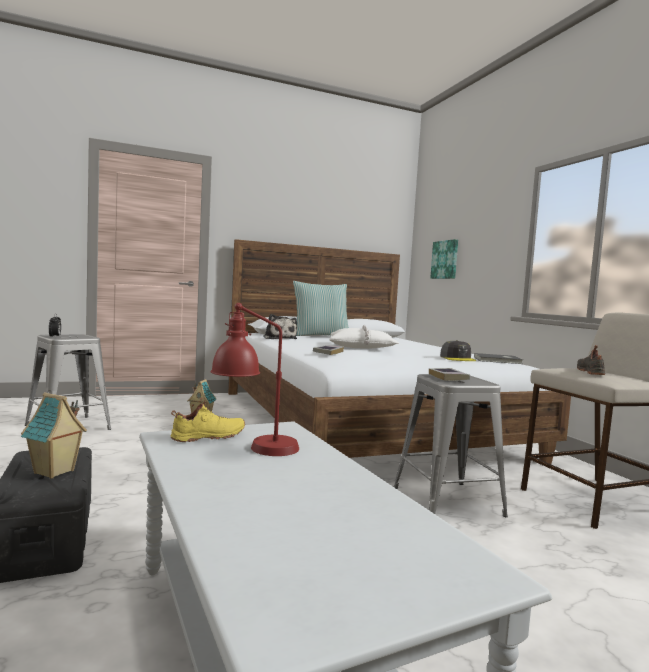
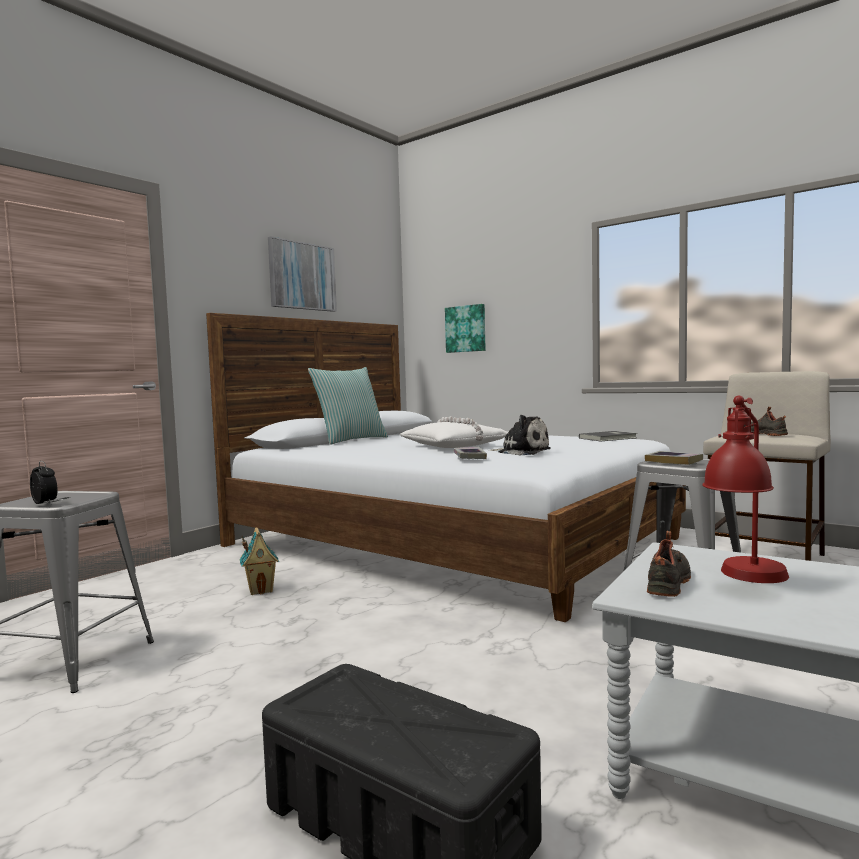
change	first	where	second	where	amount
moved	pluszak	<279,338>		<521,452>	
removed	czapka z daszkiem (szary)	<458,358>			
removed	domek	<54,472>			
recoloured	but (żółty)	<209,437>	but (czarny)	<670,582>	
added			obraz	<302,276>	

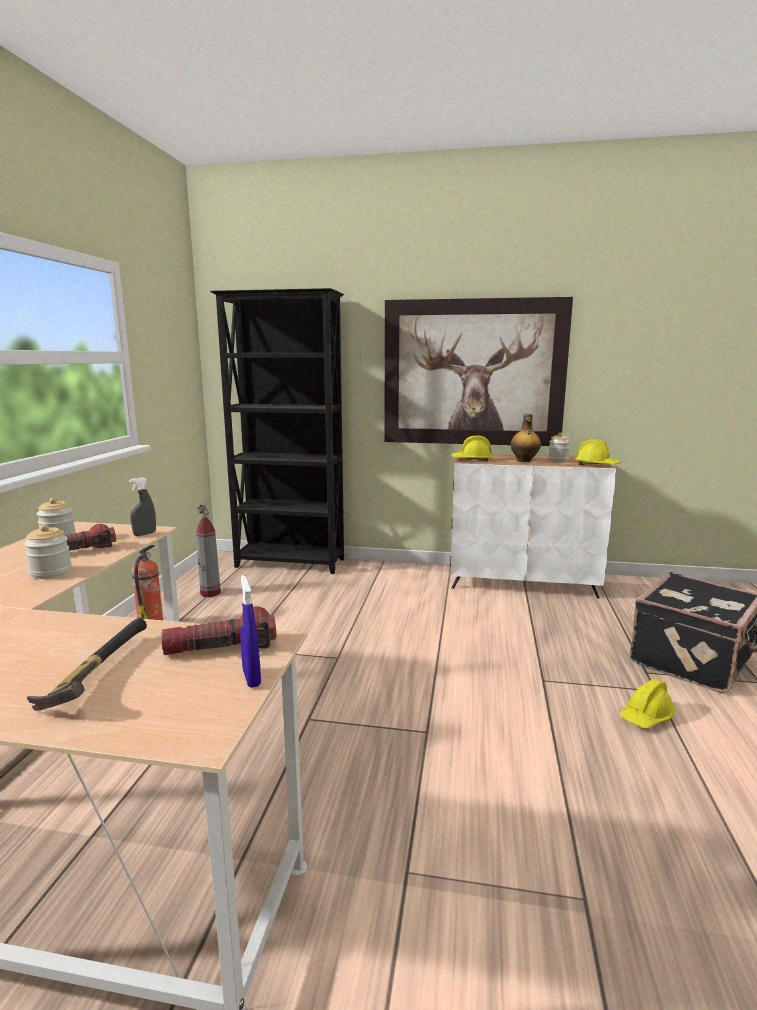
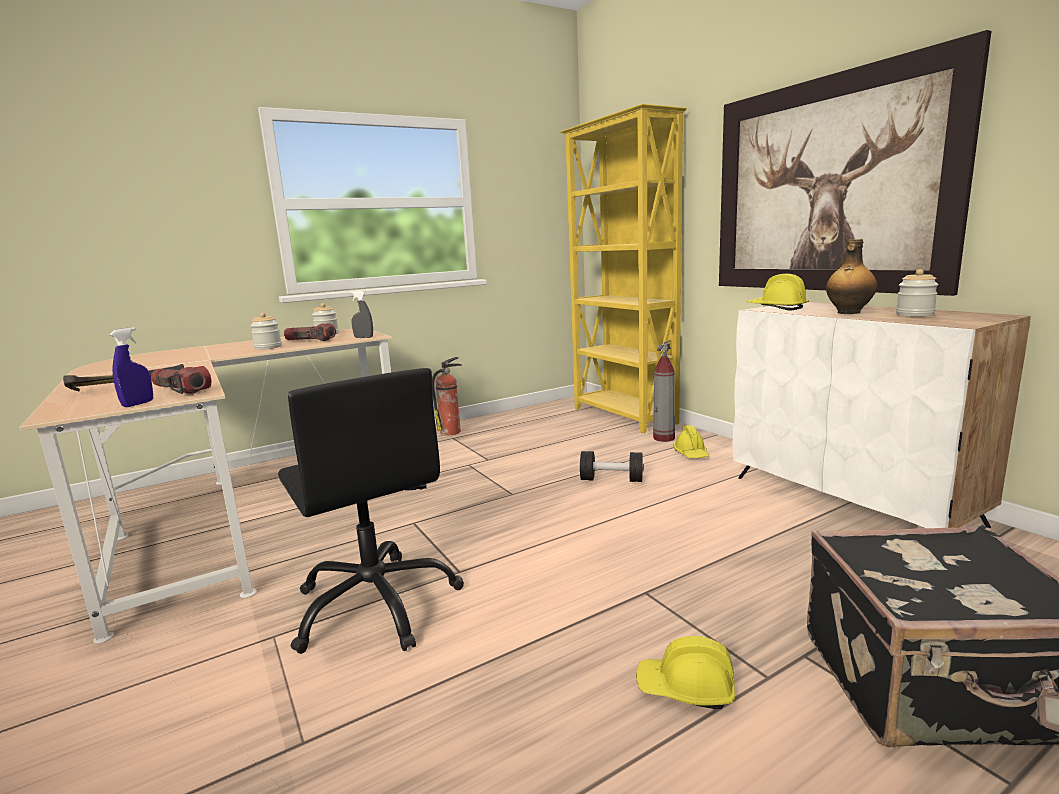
change	first	where	second	where	amount
recoloured	regał (czarny)	<290,564>	regał (żółty)	<623,416>	
moved	kask (żółty)	<596,465>		<691,454>	
moved	gaśnica	<210,593>		<664,438>	
added			krzesło biurowe (czarny)	<377,604>	
added			hantel (czarny)	<611,480>	

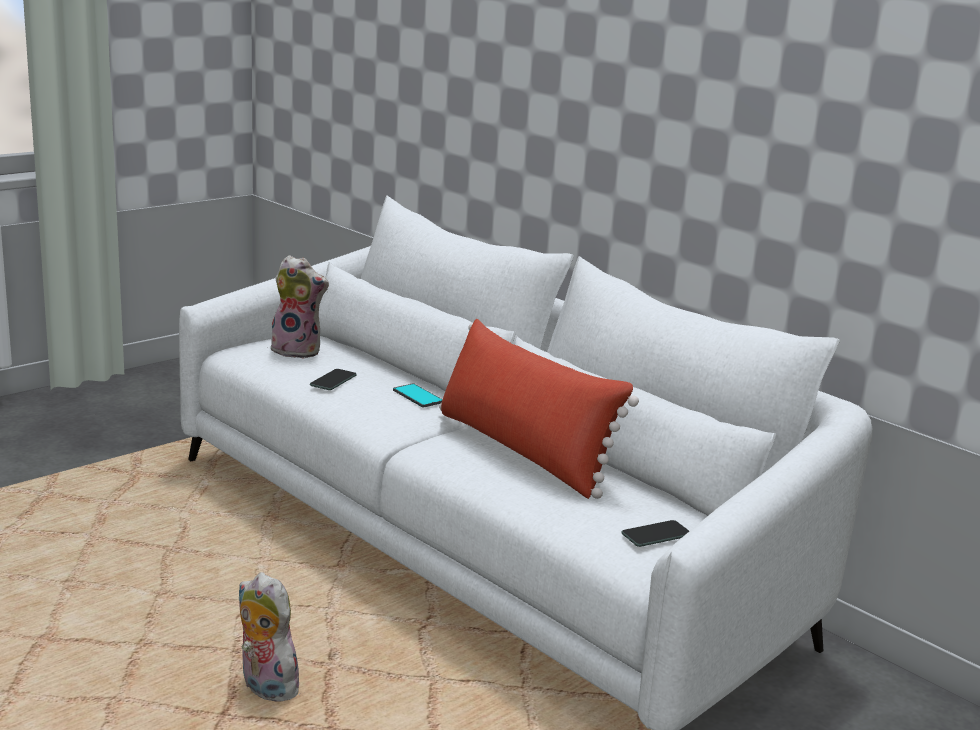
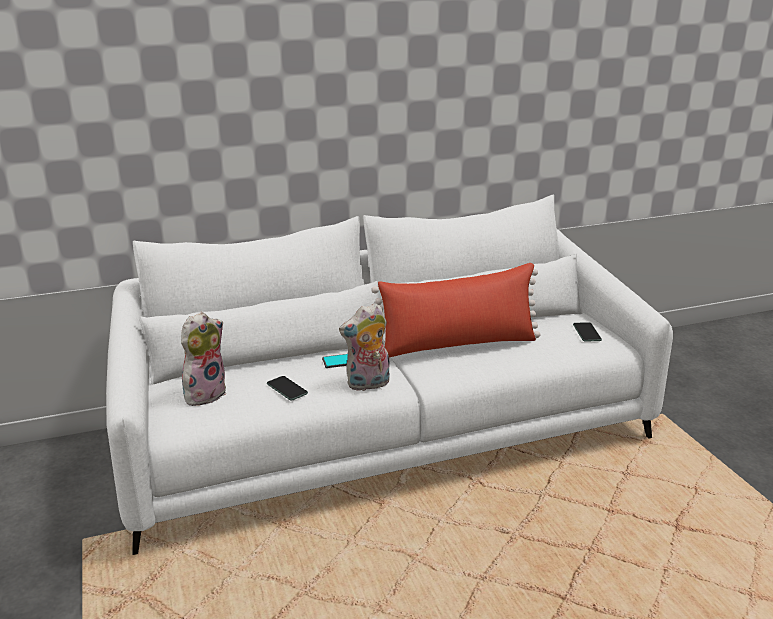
change	first	where	second	where	amount
moved	pluszak	<264,688>		<368,385>	

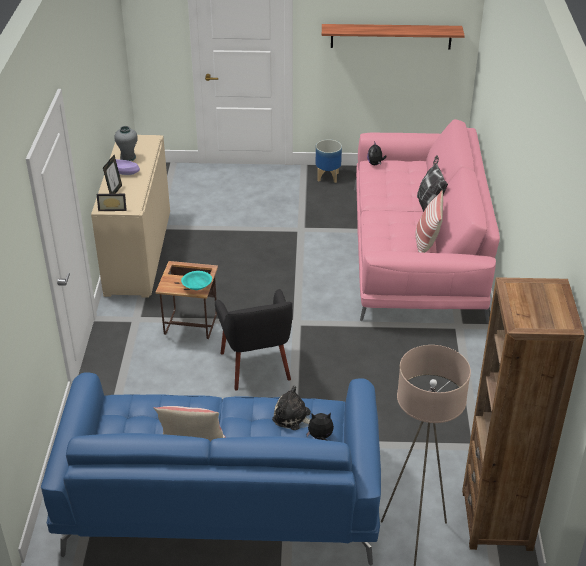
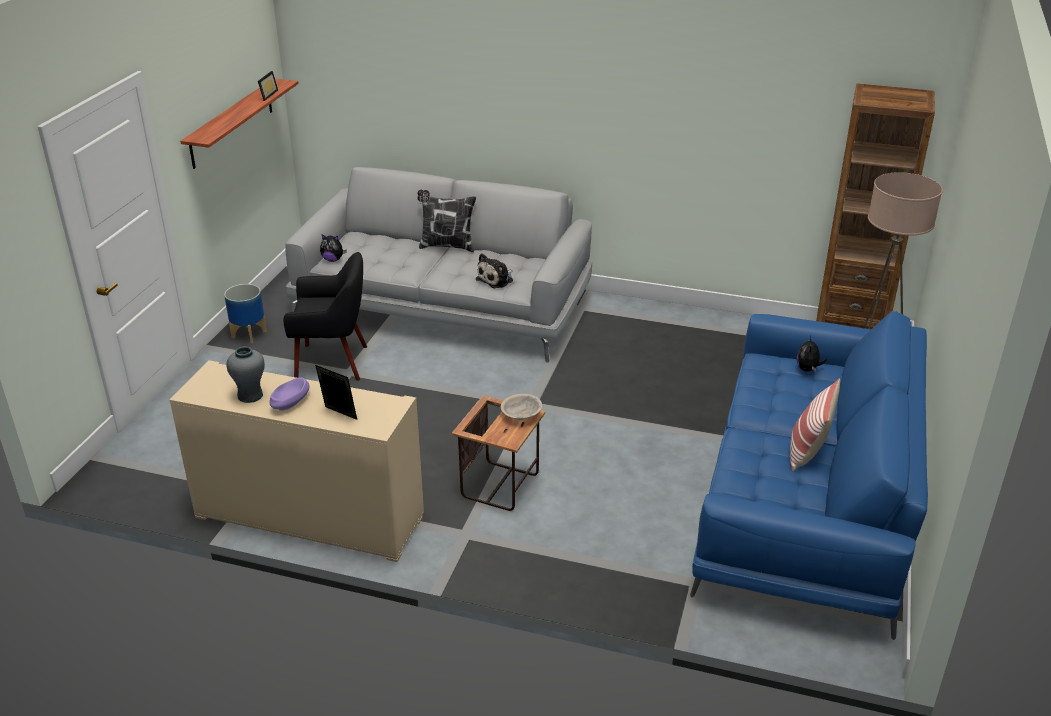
change	first	where	second	where	amount
recoloured	kanapa (różowy)	<416,252>	kanapa (szary)	<444,306>	
removed	poduszka	<427,242>			
moved	ramka na zdjęcie	<112,208>		<266,95>	
recoloured	miska (turkusowy)	<197,286>	miska (beżowy)	<521,415>	
moved	fotel (czarny)	<256,366>		<332,363>	
moved	pluszak	<293,418>		<496,279>	

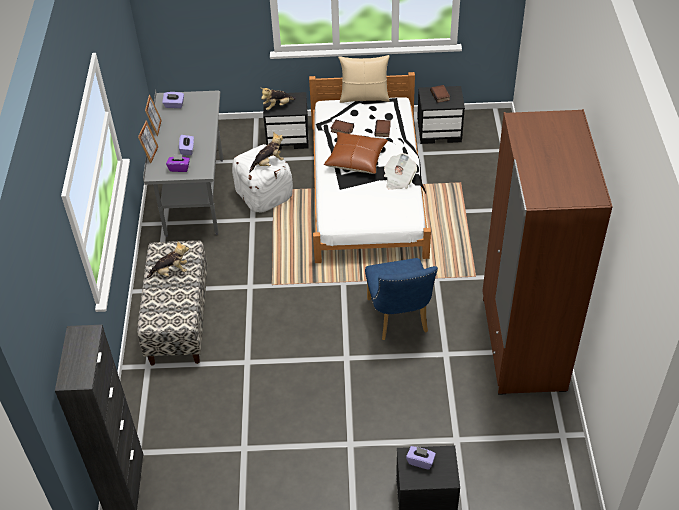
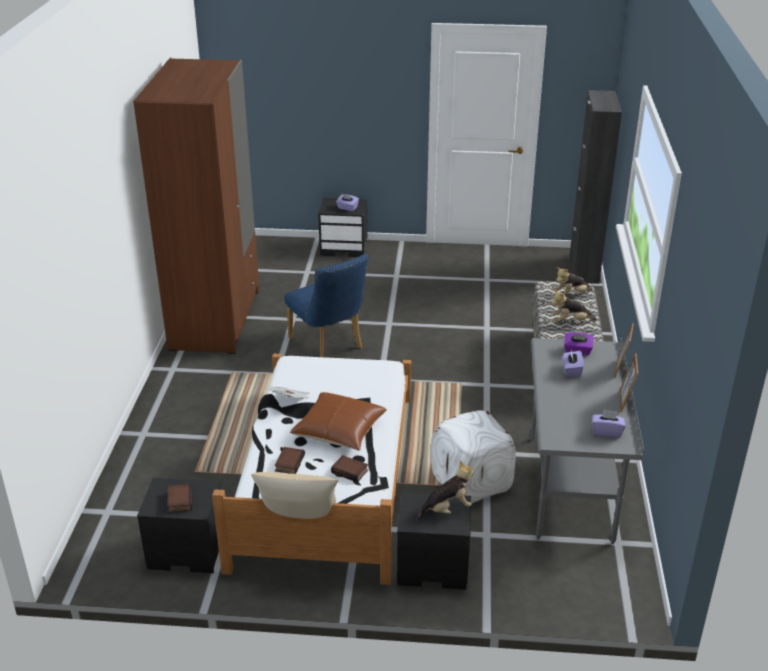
change	first	where	second	where	amount
moved	pluszak	<268,163>		<571,295>	
turned	krzesło (niebieski)	<399,319>		<329,345>	150 degrees clockwise

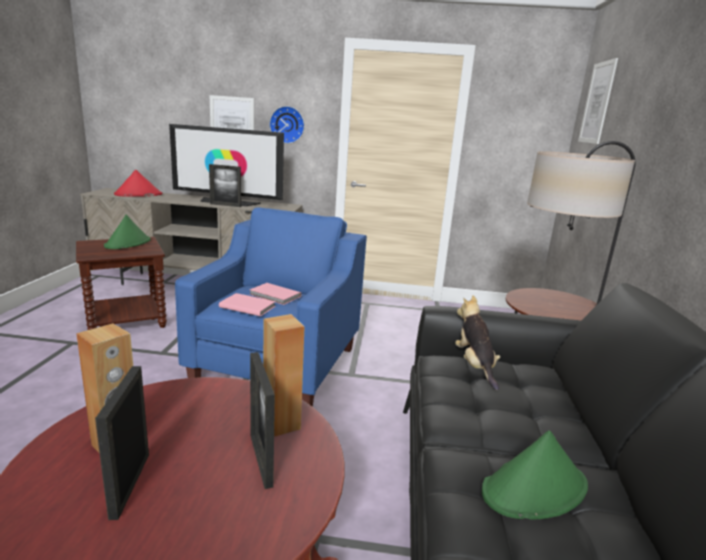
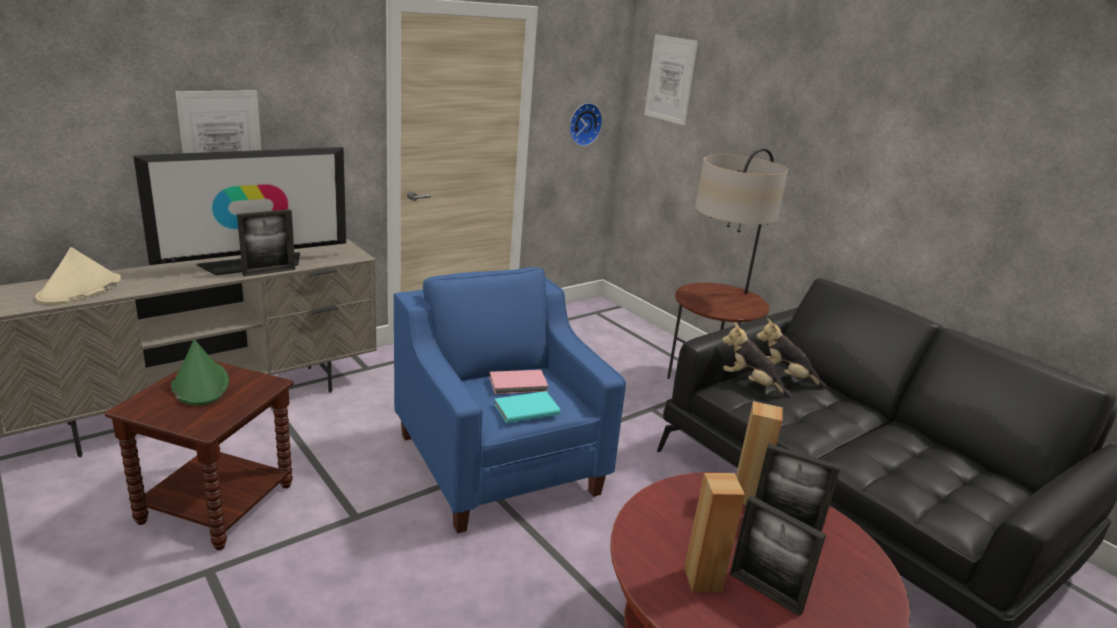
change	first	where	second	where	amount
moved	zegar ścienny	<287,124>		<583,124>	
recoloured	kapelusz (czerwony)	<138,194>	kapelusz (beżowy)	<80,290>	
recoloured	książka (różowy)	<247,306>	książka (turkusowy)	<525,409>	
removed	kapelusz (zielony)	<534,489>			
added			pluszak	<785,377>	

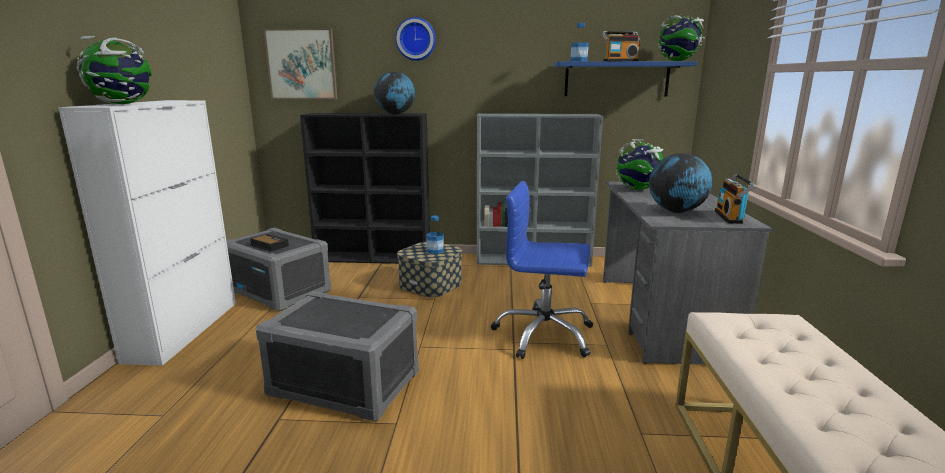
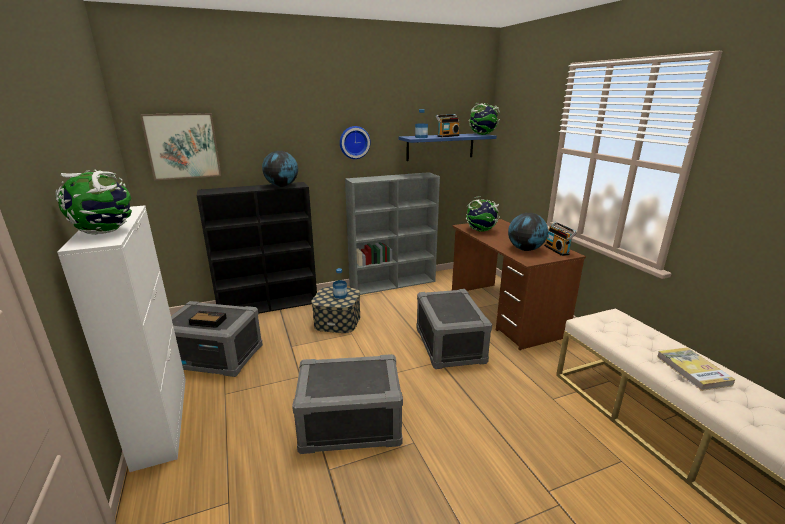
change	first	where	second	where	amount
moved	zegar ścienny	<416,39>		<354,142>	
replaced	krzesło biurowe (niebieski)	<544,335>	pojemnik do przechowywania (szary)	<449,345>	
recoloured	biurko (szary)	<661,317>	biurko (brązowy)	<504,313>	
added			książka	<692,370>	

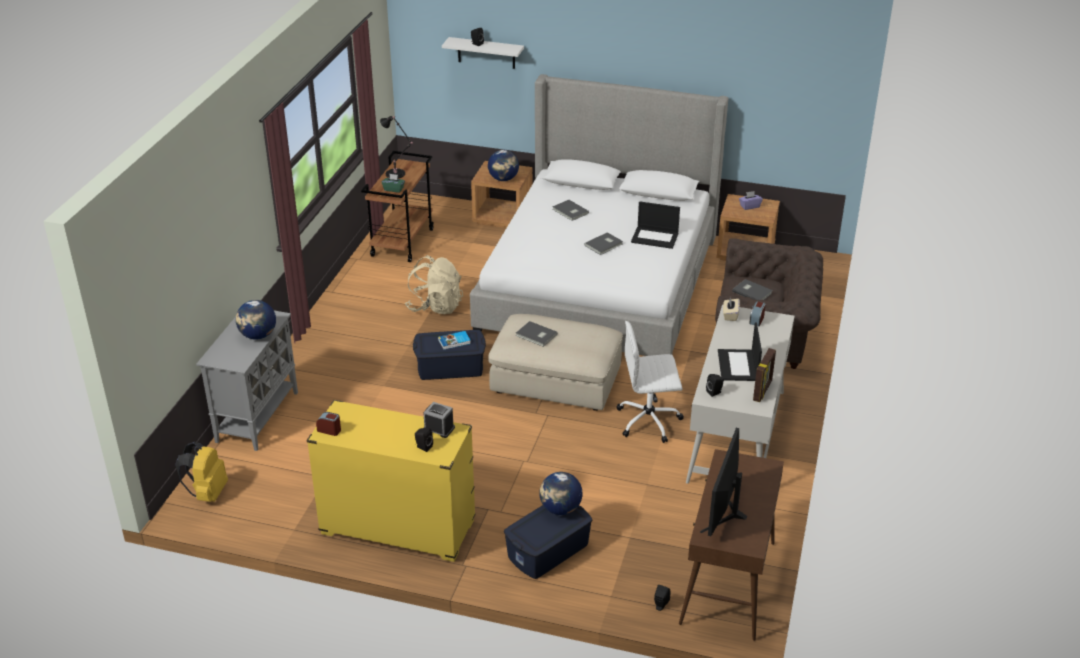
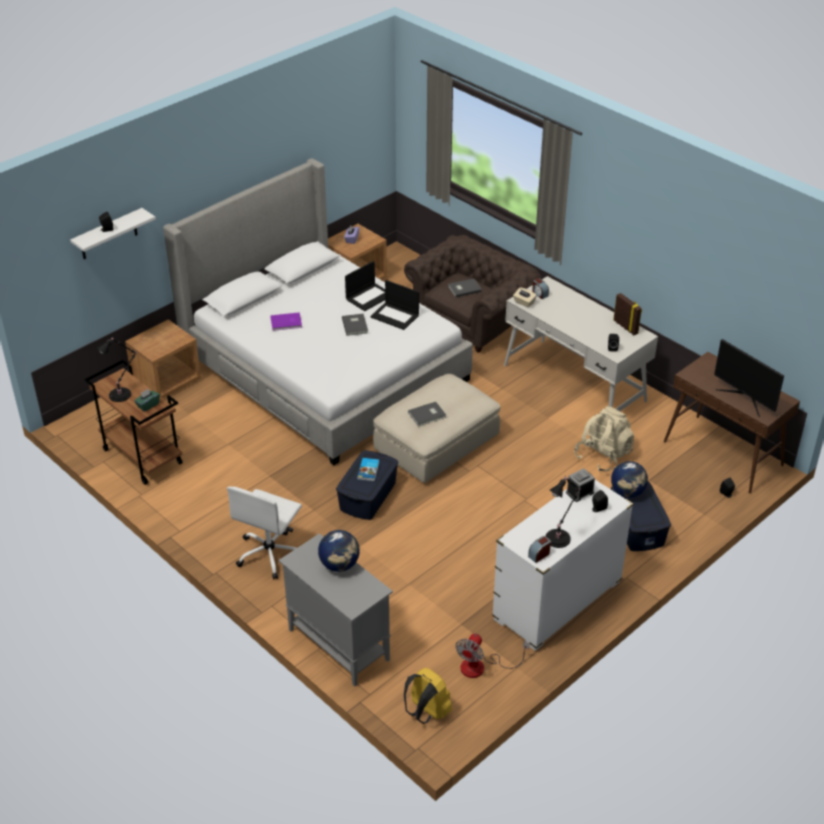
change	first	where	second	where	amount
removed	globus	<503,179>			
recoloured	książka (szary)	<570,212>	książka (fioletowy)	<286,323>	
moved	plecak (beżowy)	<435,306>		<603,456>	
moved	krzesło biurowe (biały)	<649,421>		<270,554>	
moved	laptop	<738,366>		<395,316>	
recoloured	komoda (żółty)	<397,528>	komoda (biały)	<557,601>	
added			lampa stołowa (czarny)	<559,537>	
added			wentylator	<481,667>	

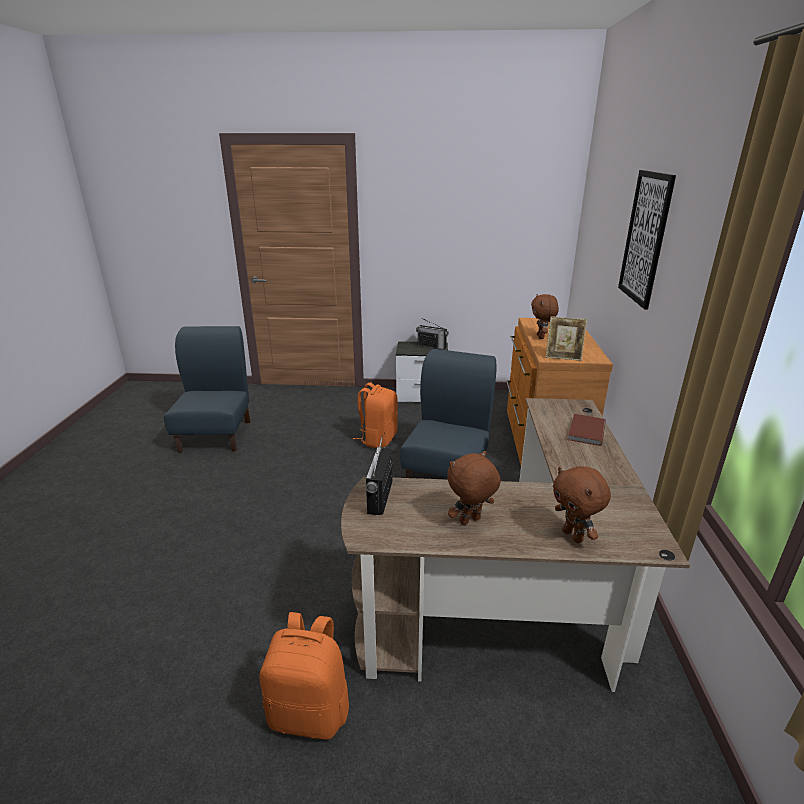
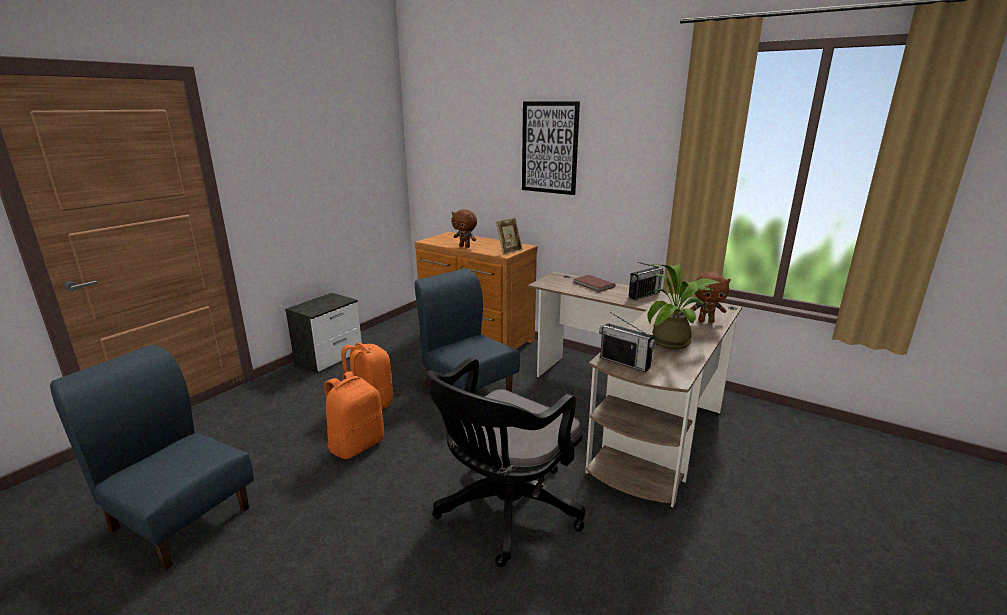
change	first	where	second	where	amount
moved	radio	<432,346>		<644,295>	
replaced	pluszak (brązowy)	<470,521>	roślina doniczkowa	<675,342>	
moved	plecak (pomarańczowy)	<310,712>		<356,445>	
added			krzesło biurowe (czarny)	<504,512>	

